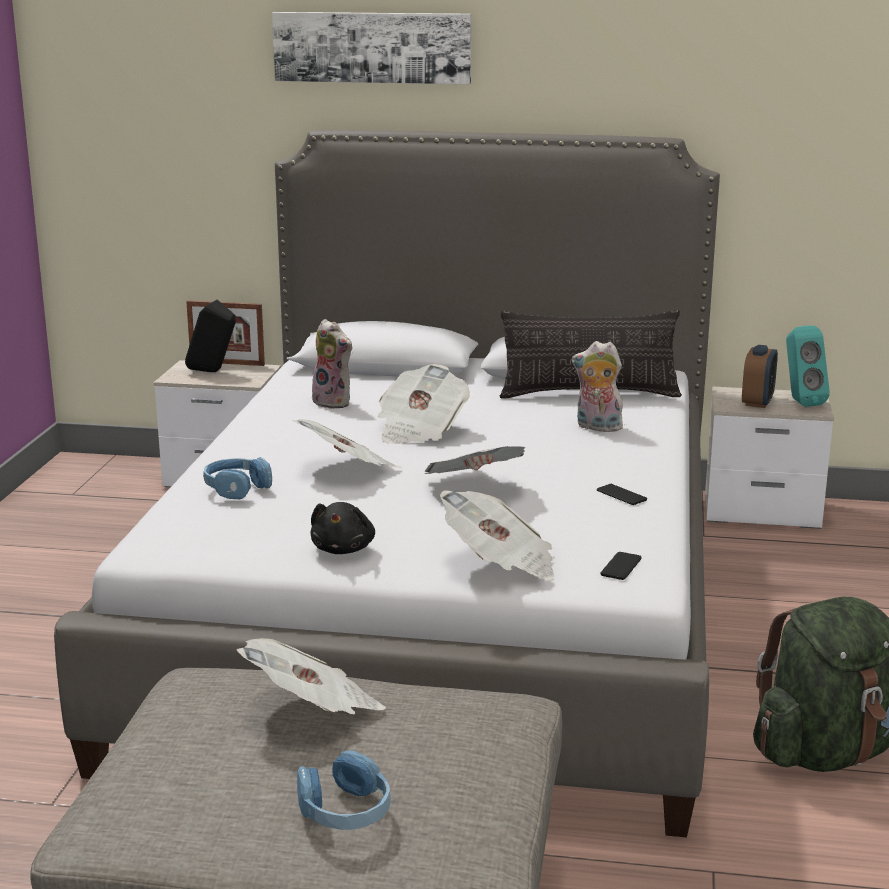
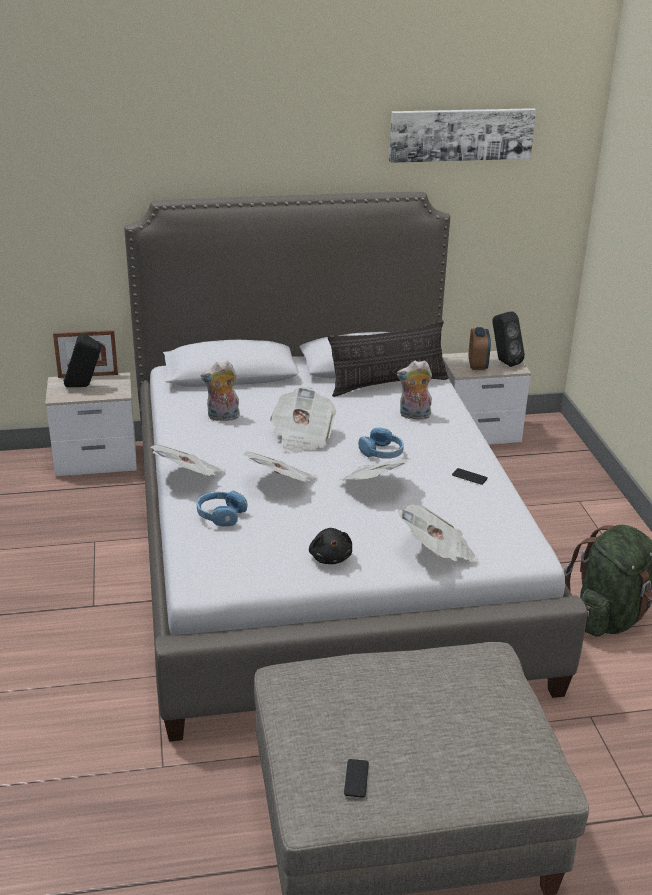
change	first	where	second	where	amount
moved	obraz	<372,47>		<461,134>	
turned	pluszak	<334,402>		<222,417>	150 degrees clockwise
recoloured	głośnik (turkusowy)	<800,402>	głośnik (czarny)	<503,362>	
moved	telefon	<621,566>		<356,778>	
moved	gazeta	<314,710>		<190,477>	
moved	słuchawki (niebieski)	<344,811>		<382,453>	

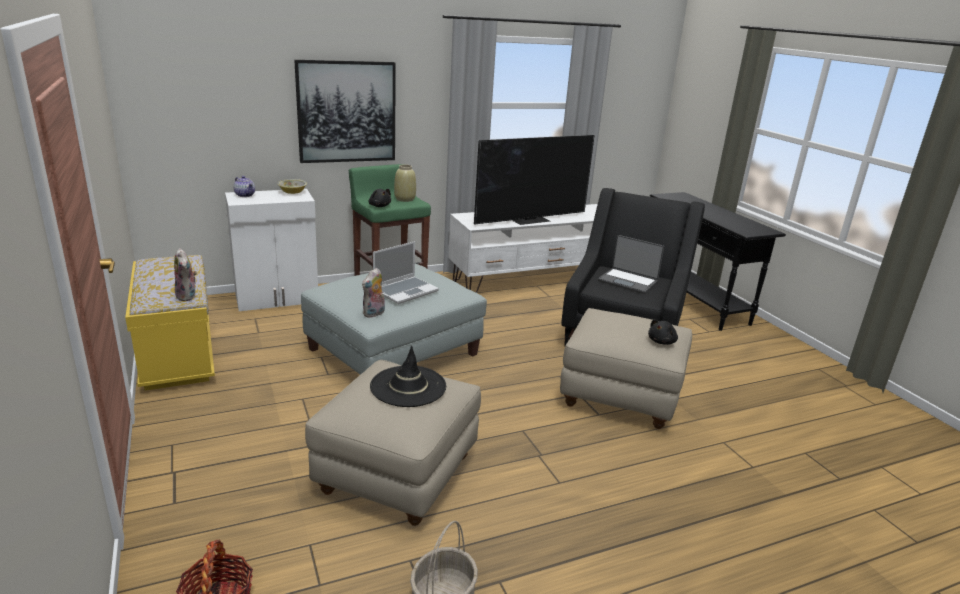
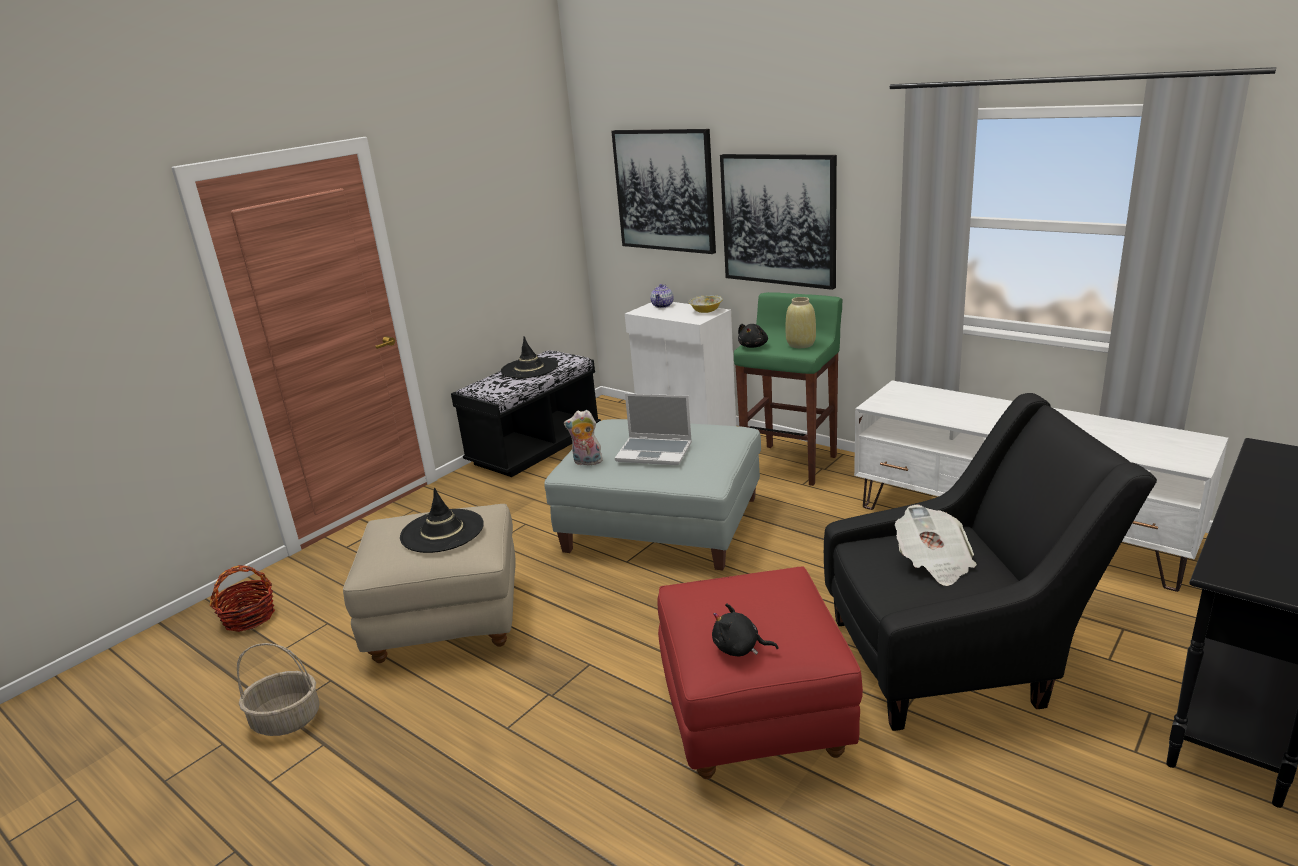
change	first	where	second	where	amount
removed	telewizor	<530,220>			
replaced	laptop	<628,281>	gazeta	<934,563>	
removed	pluszak	<188,296>			
recoloured	ławka (żółty)	<177,355>	ławka (czarny)	<535,448>	
recoloured	pufa (beżowy)	<621,397>	pufa (czerwony)	<755,715>	
added			obraz	<664,190>	
added			kapelusz (czarny)	<529,368>	

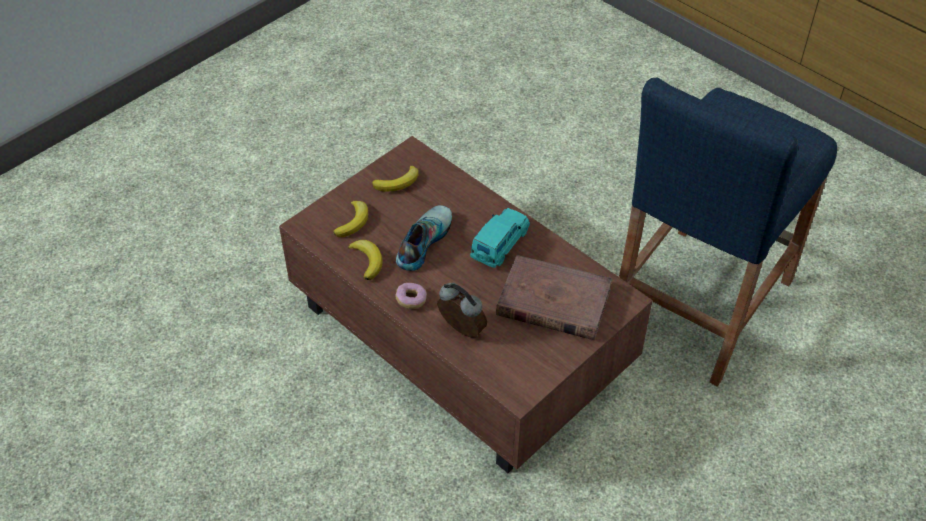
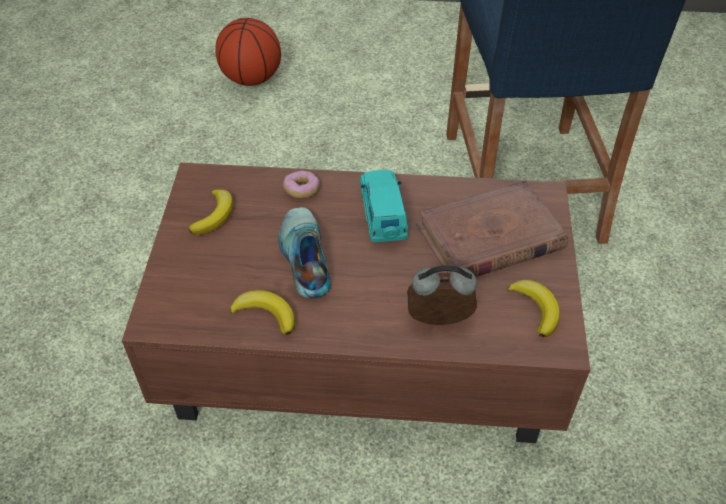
change	first	where	second	where	amount
moved	banan	<353,221>		<536,309>	
moved	donut	<411,300>		<301,190>	
added			piłka do koszykówki	<251,79>	

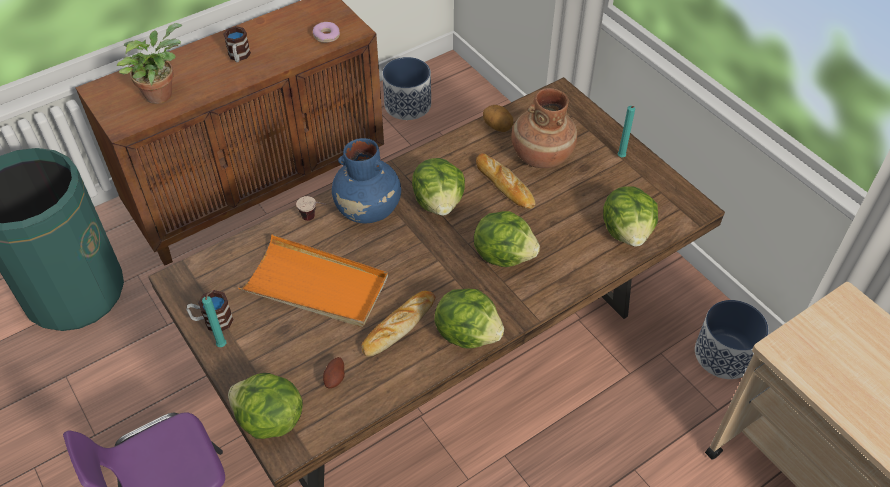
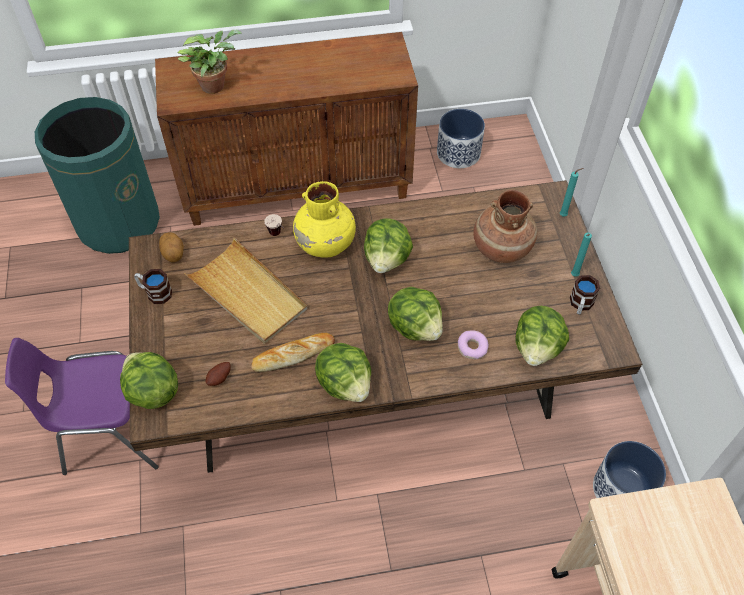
change	first	where	second	where	amount
moved	donut	<326,36>		<472,348>	
moved	kubek	<239,57>		<580,305>	
moved	ziemniak	<497,127>		<173,254>	
recoloured	wazon (niebieski)	<368,210>	wazon (żółty)	<325,244>	
removed	chleb	<504,185>			
recoloured	taca (pomarańczowy)	<316,285>	taca (beżowy)	<248,294>	
moved	świeca (turkusowy)	<223,344>		<564,215>	

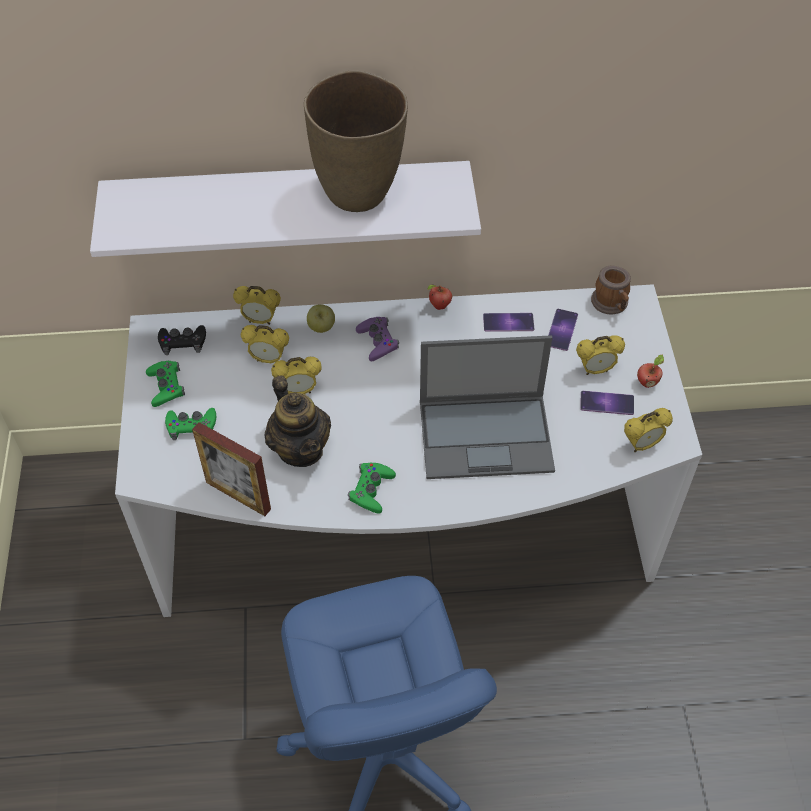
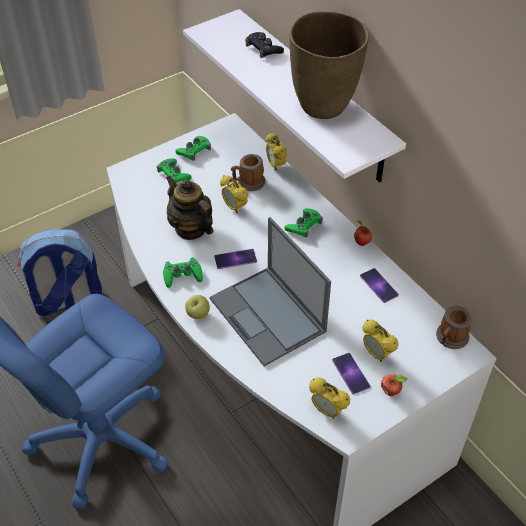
change	first	where	second	where	amount
moved	jabłko	<321,328>		<198,314>	
moved	telefon	<561,330>		<235,259>	
recoloured	pad do gier (fioletowy)	<378,341>	pad do gier (zielony)	<304,226>	
moved	pad do gier (czarny)	<183,342>		<263,49>	
replaced	budzik	<268,359>	kubek	<248,183>	
turned	imbryk	<301,449>		<191,228>	105 degrees clockwise
removed	ramka na zdjęcie	<238,495>			
added			plecak	<67,301>	

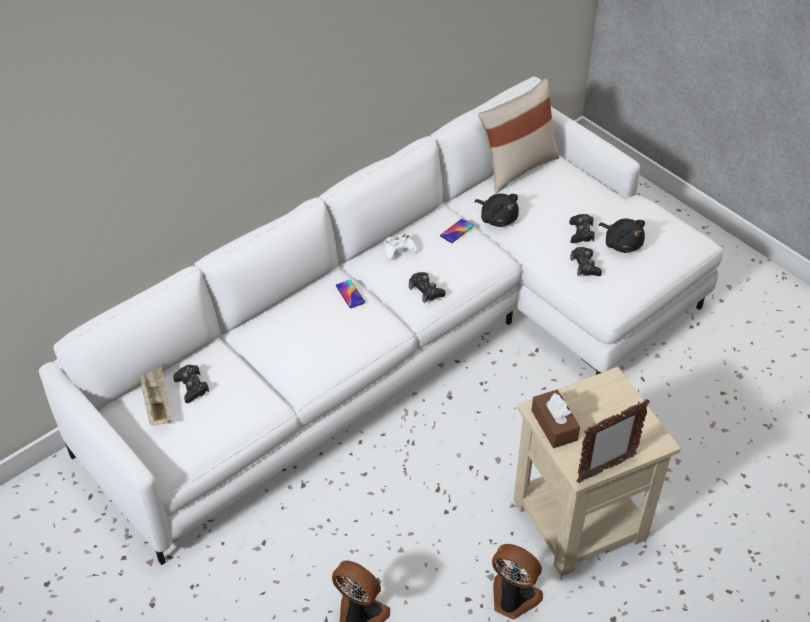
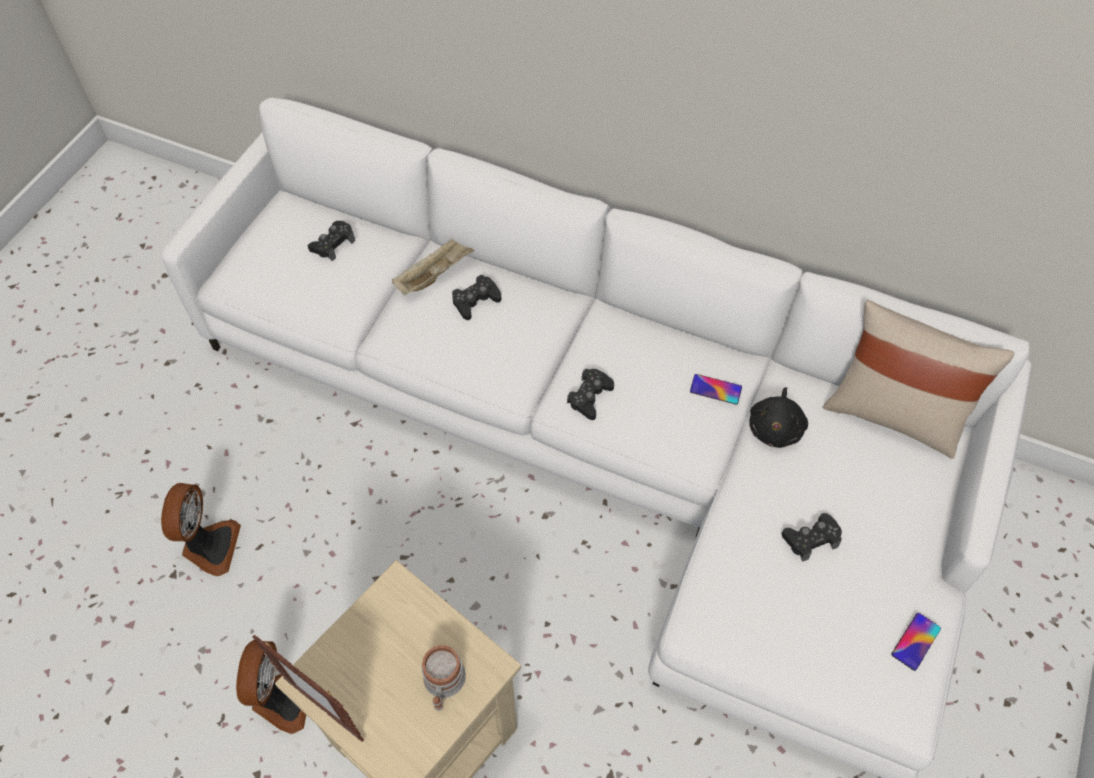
change	first	where	second	where	amount
removed	pluszak (czarny)	<621,243>			
removed	pad do gier (biały)	<399,250>			
moved	pad do gier (czarny)	<585,266>		<475,301>	
moved	telefon	<350,294>		<916,641>	
moved	taca (beżowy)	<156,403>		<434,275>	
removed	pudełko chusteczek (brązowy)	<554,425>			
added			kubek	<443,684>	

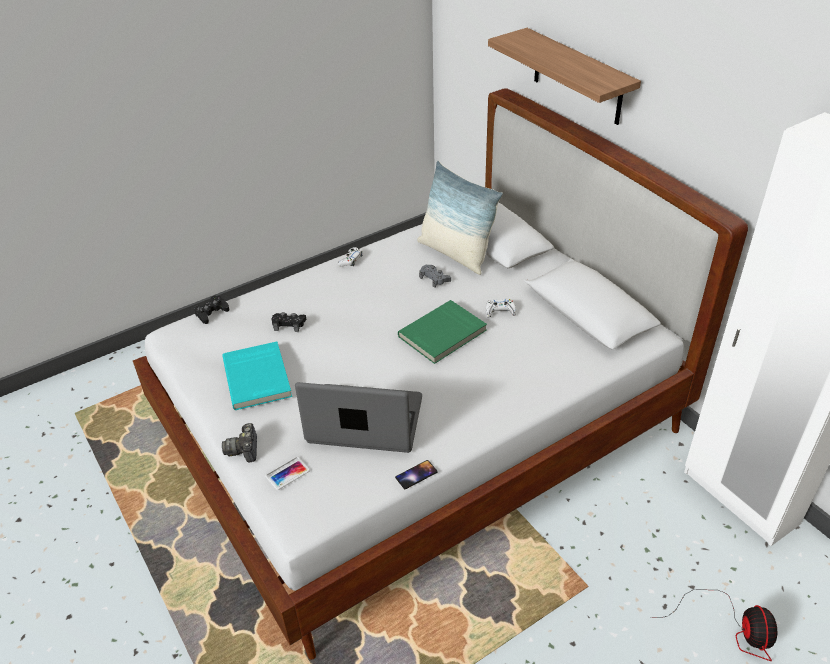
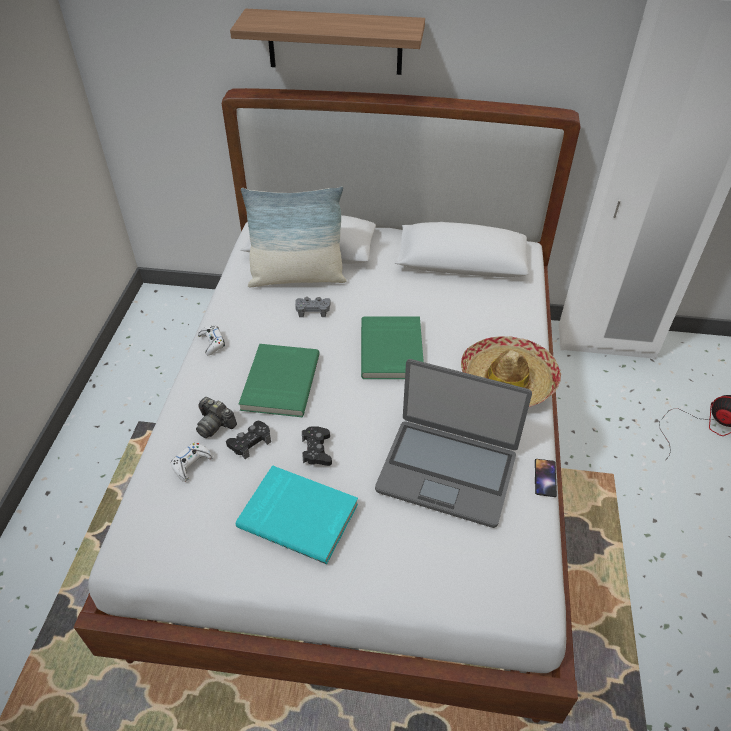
change	first	where	second	where	amount
moved	pad do gier (czarny)	<211,312>		<316,450>	
moved	pad do gier (biały)	<500,311>		<191,464>	
turned	laptop	<365,422>		<447,471>	120 degrees counterclockwise
moved	aparat fotograficzny	<244,449>		<215,424>	
removed	telefon	<287,473>			
added			kapelusz	<508,380>	
added			książka (zielony)	<279,382>	

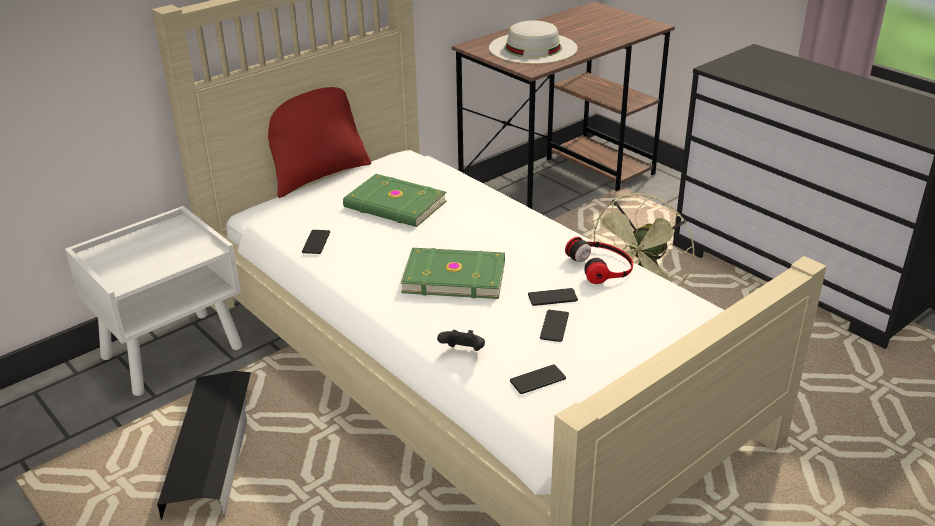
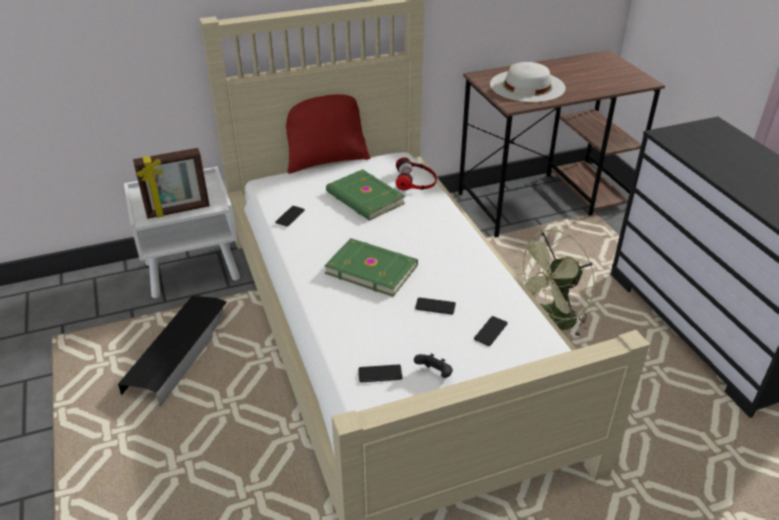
change	first	where	second	where	amount
moved	słuchawki	<602,266>		<416,180>	
moved	telefon	<554,326>		<490,331>	
moved	pad do gier (czarny)	<463,352>		<434,374>	
added			ramka na zdjęcie	<178,211>	

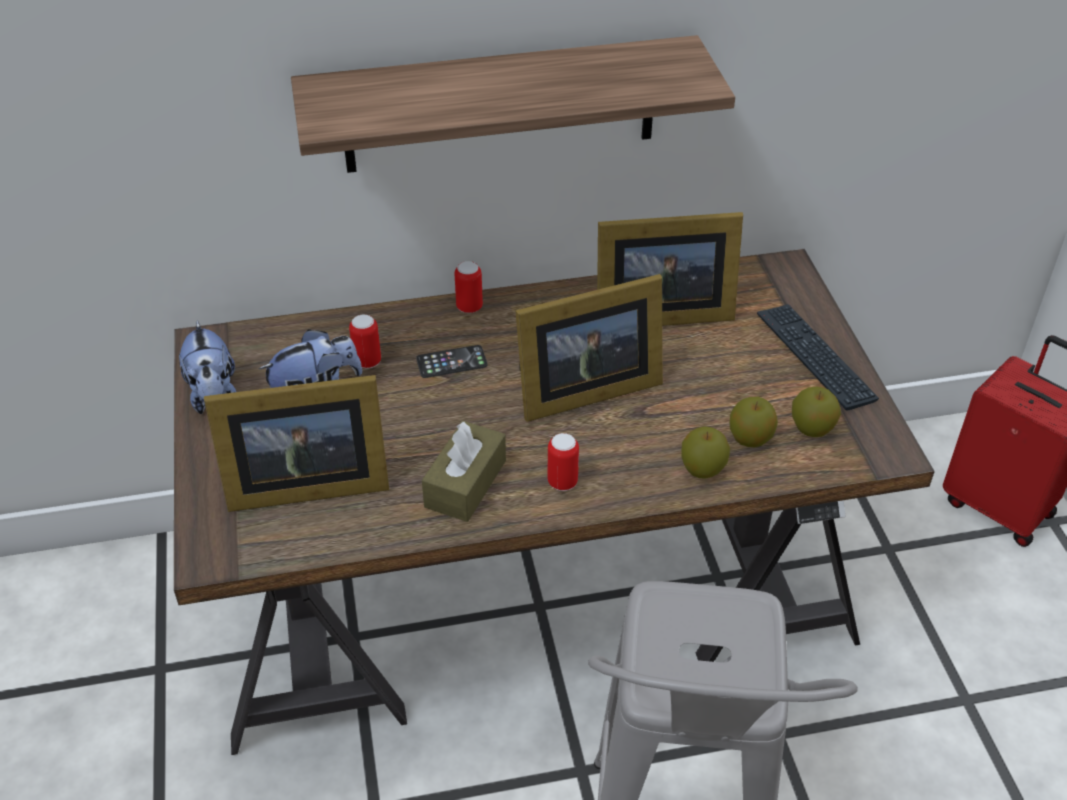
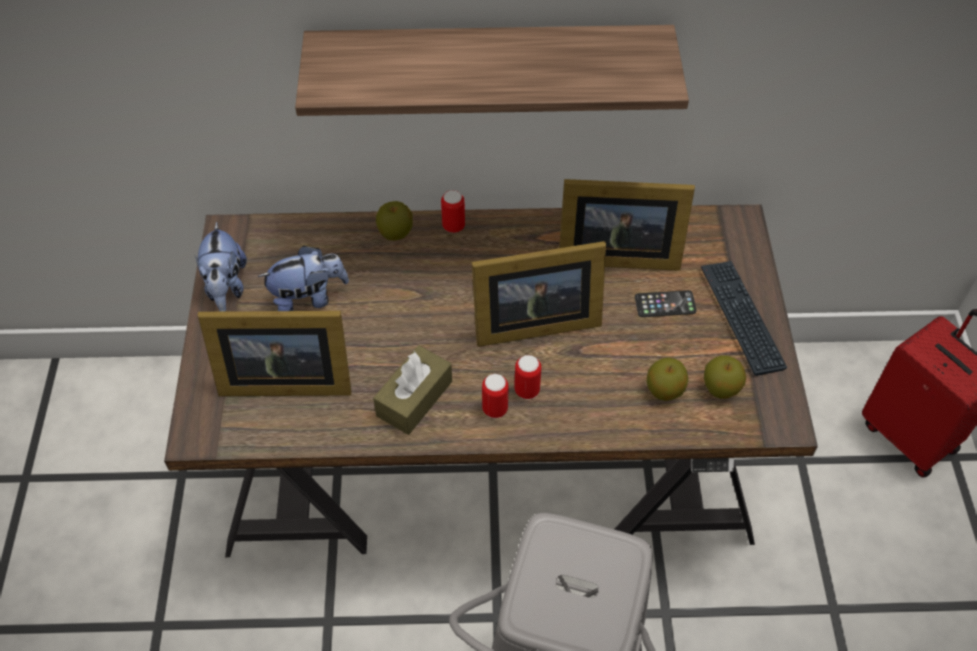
change	first	where	second	where	amount
moved	puszka	<367,361>		<527,390>	
moved	telefon	<451,362>		<665,304>	
moved	jabłko	<702,469>		<395,233>	

